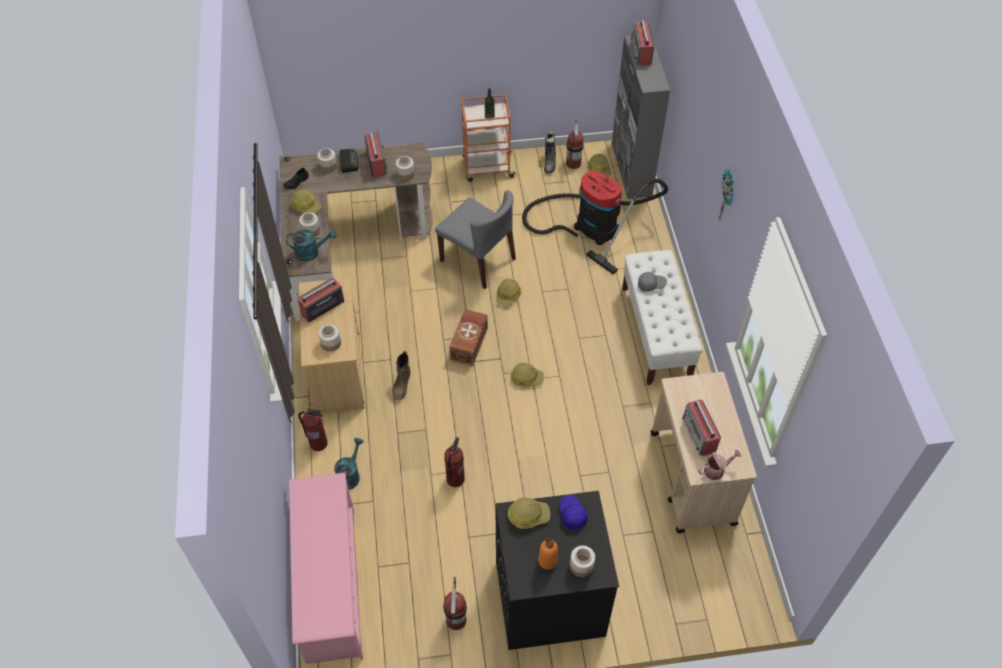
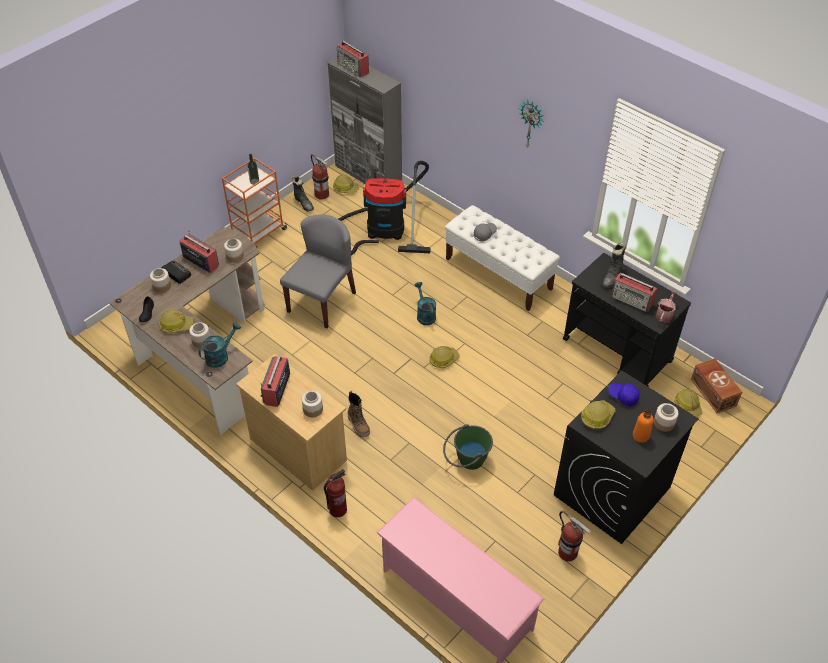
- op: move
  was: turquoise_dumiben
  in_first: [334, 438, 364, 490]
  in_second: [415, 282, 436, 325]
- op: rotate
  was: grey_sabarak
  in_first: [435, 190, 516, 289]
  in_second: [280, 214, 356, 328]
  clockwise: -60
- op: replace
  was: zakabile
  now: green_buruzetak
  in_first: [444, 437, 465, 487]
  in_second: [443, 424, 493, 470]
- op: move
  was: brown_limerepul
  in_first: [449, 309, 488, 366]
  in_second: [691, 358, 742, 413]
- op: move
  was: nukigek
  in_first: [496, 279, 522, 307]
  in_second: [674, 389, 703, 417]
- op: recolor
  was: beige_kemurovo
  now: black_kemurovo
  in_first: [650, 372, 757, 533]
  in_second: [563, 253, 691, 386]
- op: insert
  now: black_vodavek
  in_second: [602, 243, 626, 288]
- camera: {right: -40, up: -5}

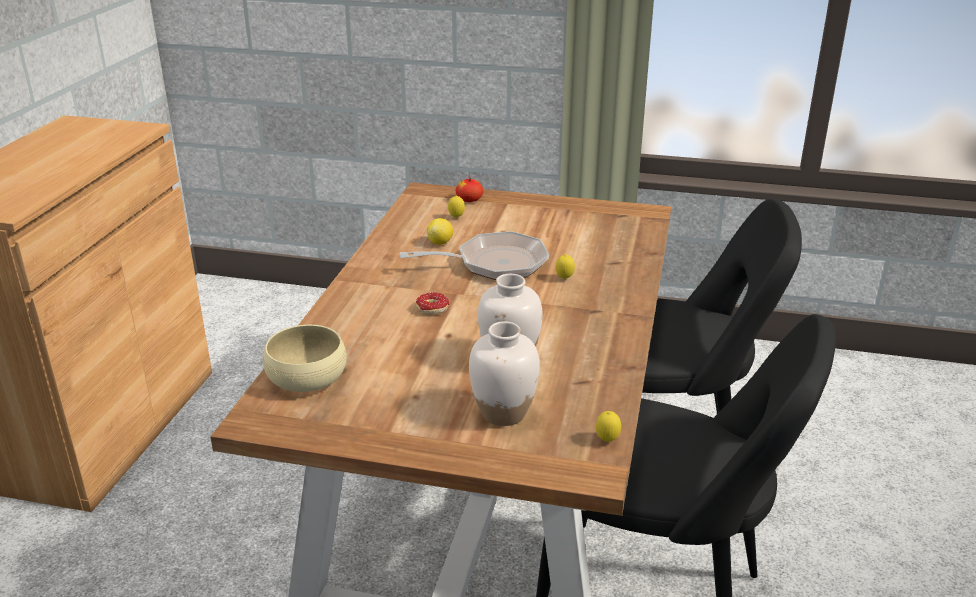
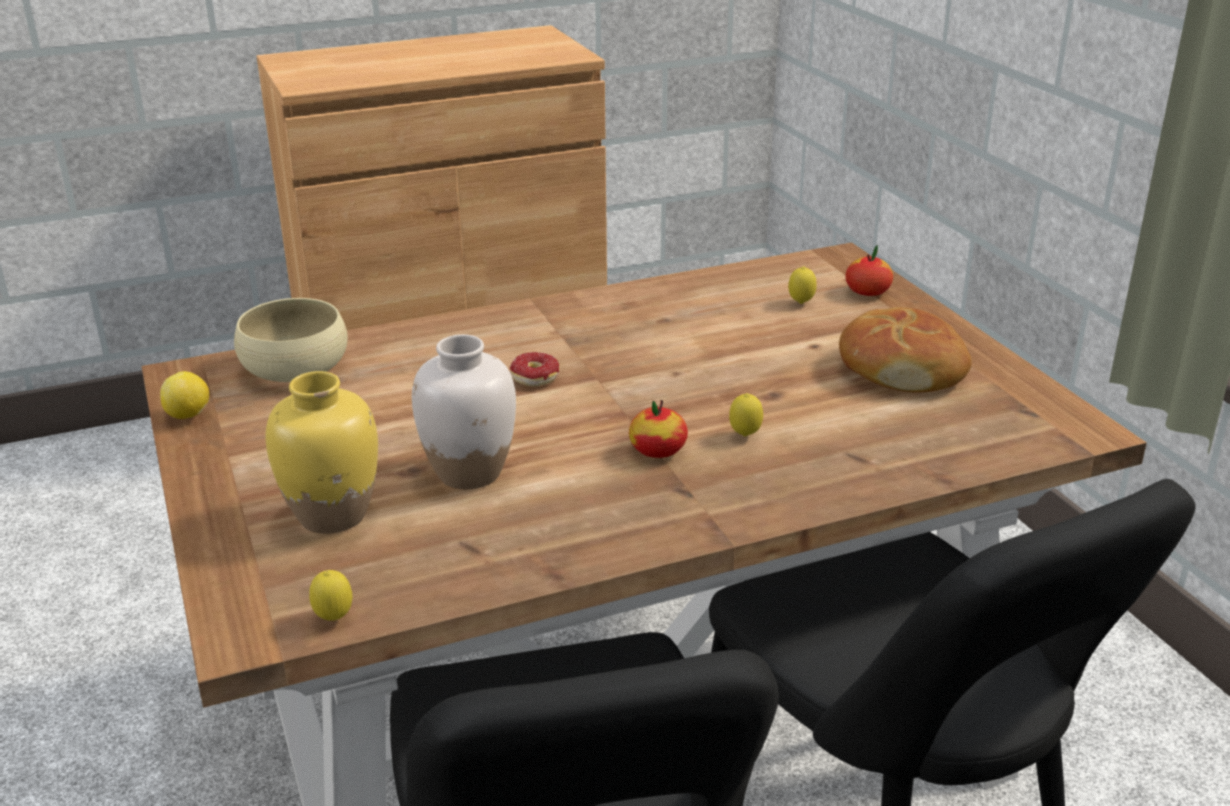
- op: delete
  was: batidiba
  in_first: [399, 231, 549, 280]
- op: move
  was: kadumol
  in_first: [427, 218, 453, 245]
  in_second: [160, 371, 209, 419]
- op: recolor
  was: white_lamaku
  now: yellow_lamaku
  in_first: [469, 321, 540, 426]
  in_second: [266, 371, 378, 534]
- op: insert
  now: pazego
  in_second: [629, 400, 688, 458]
- op: insert
  now: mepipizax
  in_second: [839, 307, 972, 393]
- camera: {right: 55, up: 0}

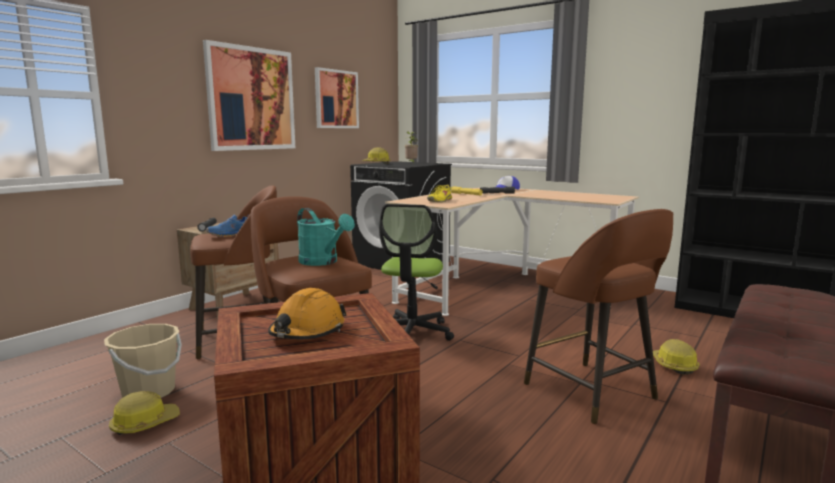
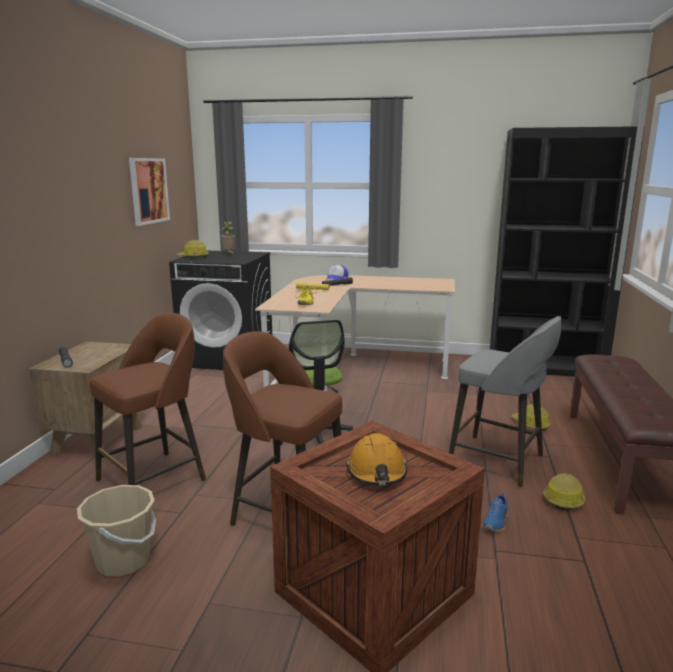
- op: move
  was: nukigek
  in_first: [109, 391, 180, 435]
  in_second: [543, 473, 585, 510]
- op: delete
  was: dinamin
  in_first: [203, 40, 295, 151]
- op: move
  was: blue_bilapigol
  in_first: [206, 215, 249, 237]
  in_second: [483, 491, 508, 532]
- op: delete
  was: turquoise_dumiben
  in_first: [297, 208, 355, 266]
- op: recolor
  was: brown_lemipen
  now: grey_lemipen
  in_first: [524, 209, 674, 424]
  in_second: [449, 316, 562, 487]
- camera: {right: -25, up: 5}

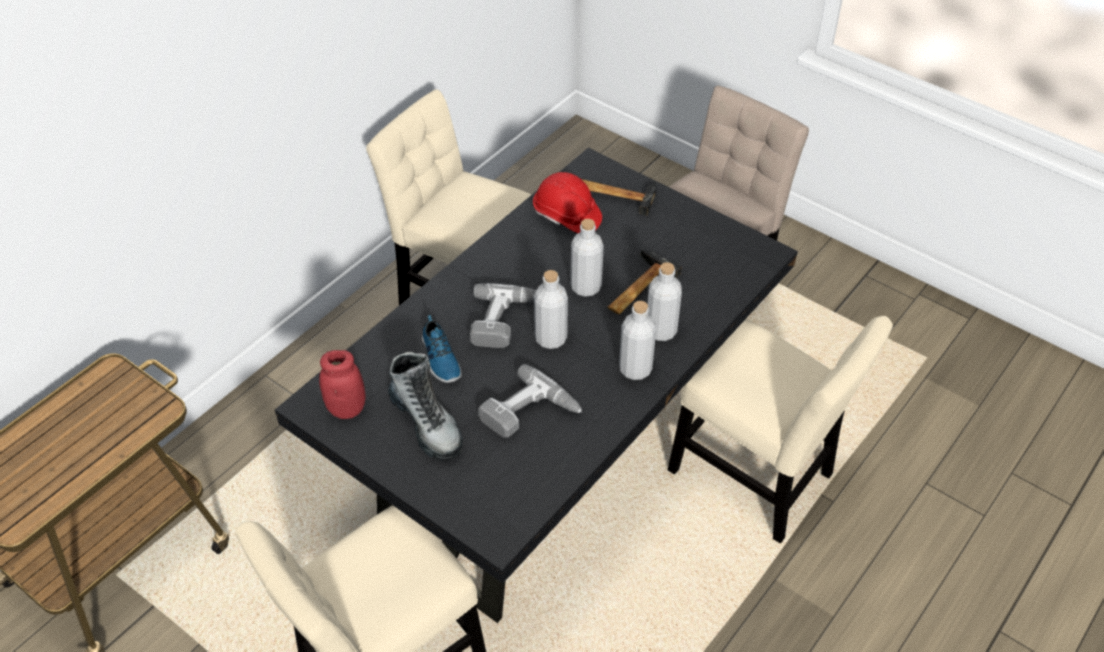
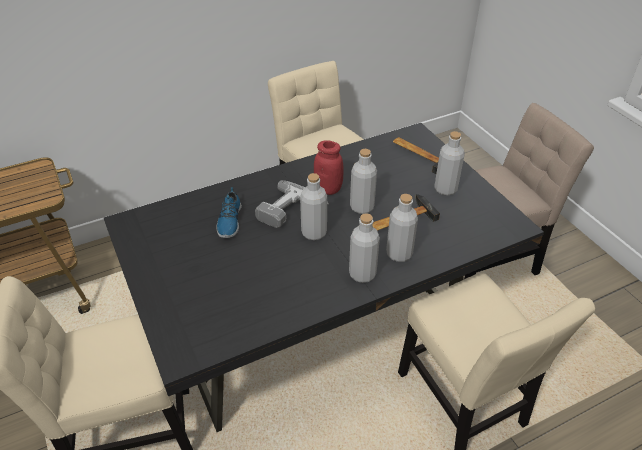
- op: move
  was: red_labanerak
  in_first: [319, 350, 366, 419]
  in_second: [314, 140, 344, 195]
- op: delete
  was: vodavek
  in_first: [388, 352, 463, 461]
- op: delete
  was: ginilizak
  in_first: [478, 364, 582, 438]
- op: delete
  was: red_nukigek
  in_first: [533, 172, 602, 233]
- op: insert
  now: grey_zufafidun
  in_second: [434, 131, 465, 196]
- camera: {right: 25, up: -5}

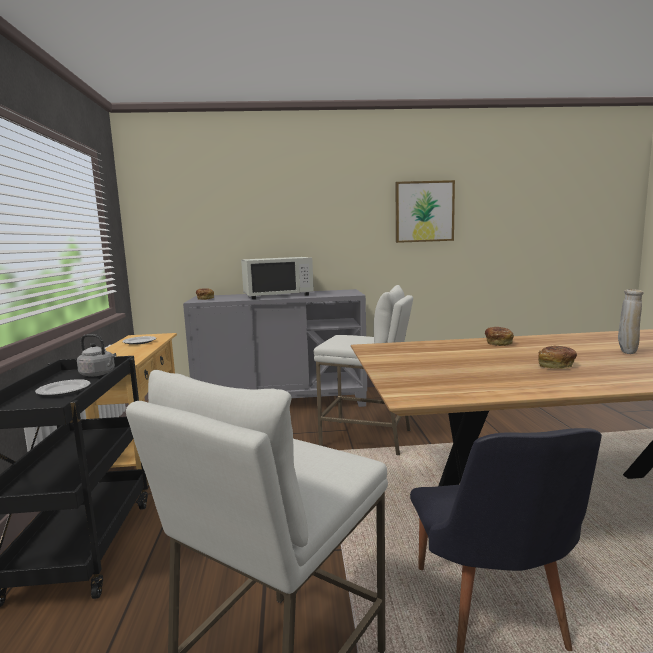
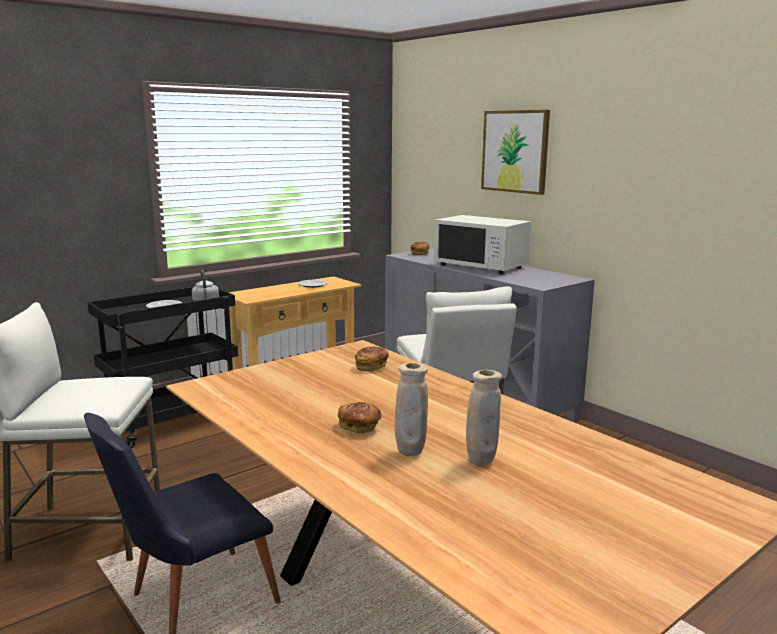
- op: move
  was: dinamin
  in_first: [395, 180, 455, 243]
  in_second: [481, 110, 550, 195]
- op: move
  was: mepipizax
  in_first: [485, 327, 514, 346]
  in_second: [355, 346, 389, 371]
- op: insert
  now: beige_lamaku
  in_second: [395, 363, 428, 456]
- camera: {right: 55, up: 5}

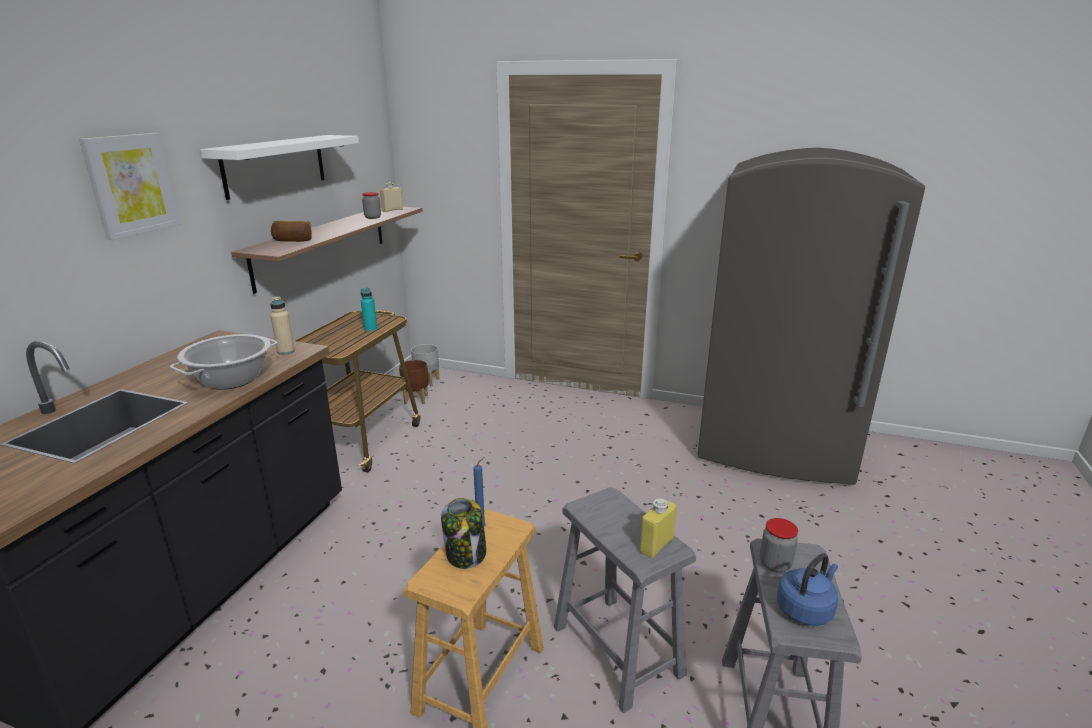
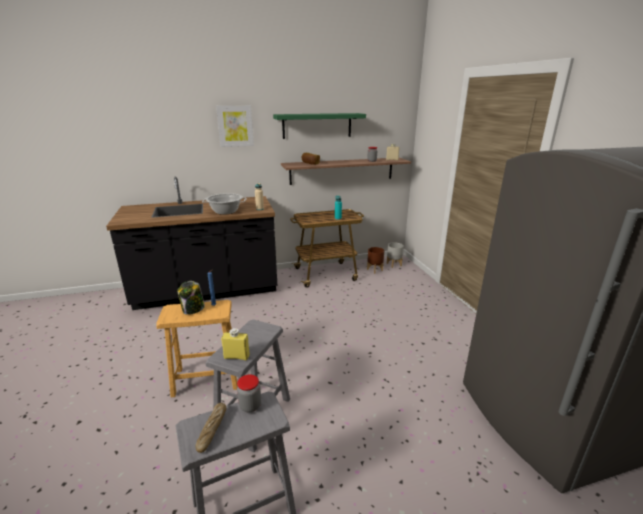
- op: recolor
  was: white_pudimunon
  now: green_pudimunon
  in_first: [201, 135, 359, 200]
  in_second: [273, 113, 366, 139]
- op: replace
  was: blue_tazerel
  now: mepipizax
  in_first: [777, 553, 838, 626]
  in_second: [196, 403, 226, 453]
- camera: {right: 55, up: 0}

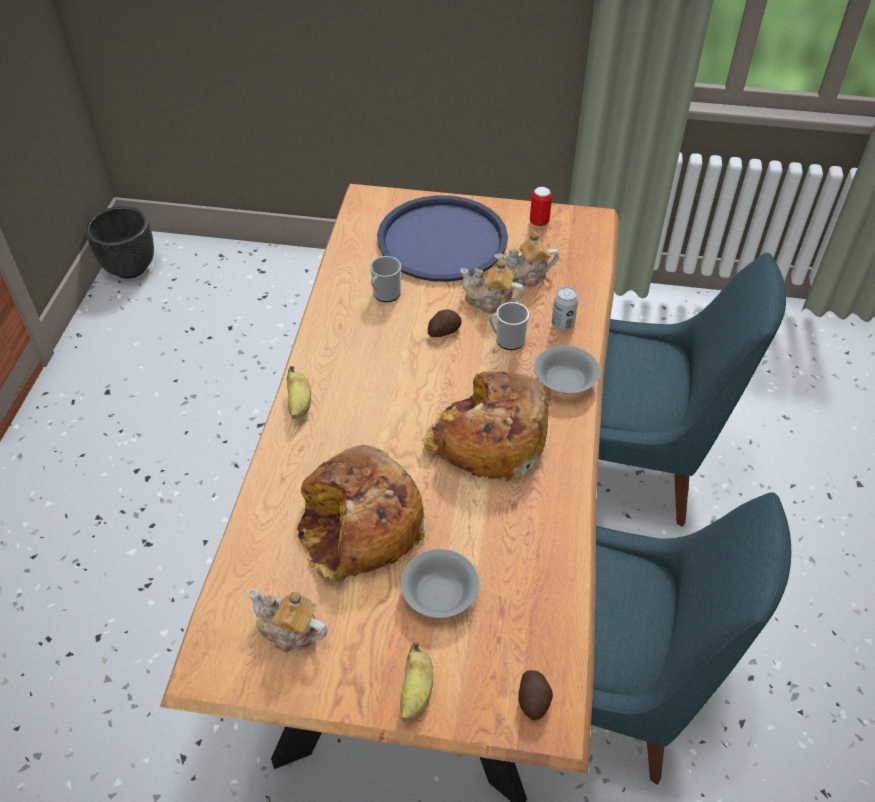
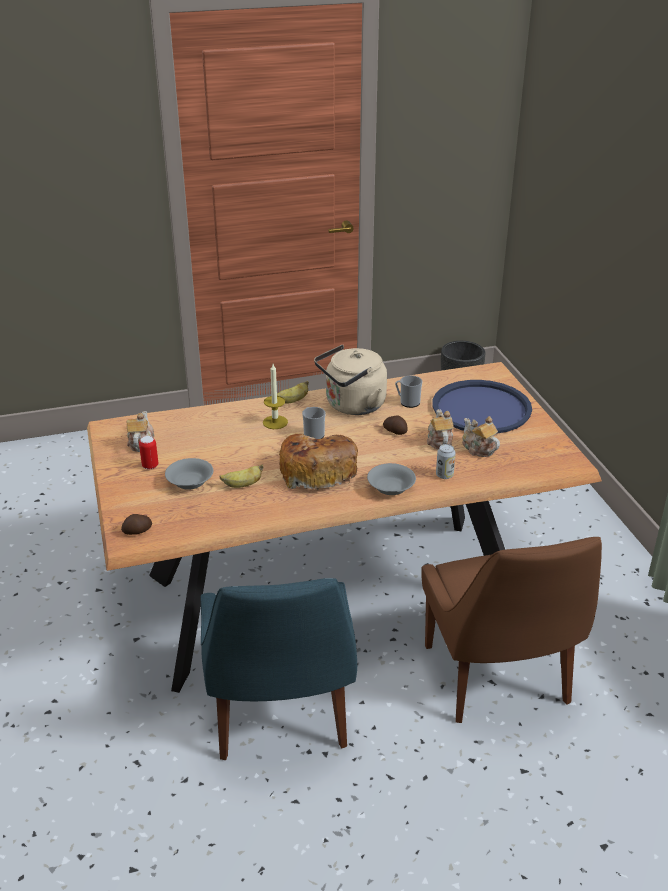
- op: delete
  was: mepipizax
  in_first: [296, 445, 425, 582]
- op: move
  was: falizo
  in_first: [400, 643, 433, 721]
  in_second: [220, 464, 264, 488]
- op: move
  was: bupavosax
  in_first: [489, 302, 529, 350]
  in_second: [302, 407, 326, 439]
- op: move
  was: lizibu
  in_first: [530, 187, 552, 227]
  in_second: [139, 436, 158, 469]
- op: recolor
  was: blue_sabarak
  now: brown_sabarak
  in_first: [599, 253, 786, 527]
  in_second: [421, 537, 602, 723]
- op: insert
  now: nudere
  in_second: [263, 364, 288, 429]
- op: insert
  now: beige_tazerel
  in_second: [314, 345, 387, 415]
- camera: {right: 65, up: -15}

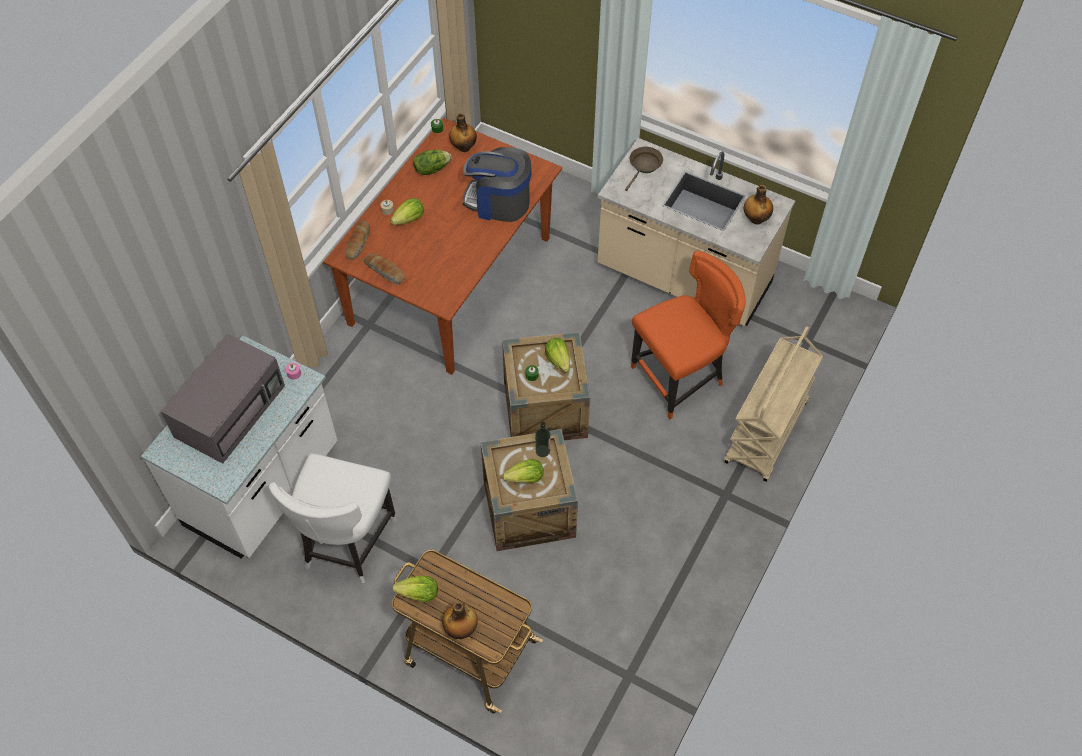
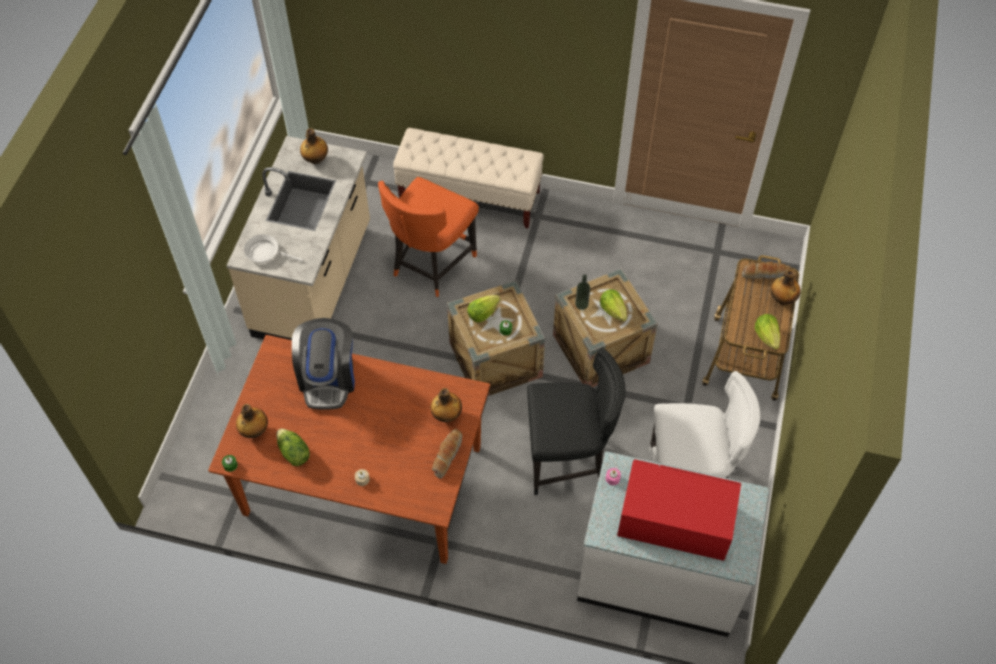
- op: recolor
  was: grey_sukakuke
  now: red_sukakuke
  in_first: [161, 334, 285, 463]
  in_second: [617, 459, 741, 561]
- op: move
  was: mepipizax
  in_first: [346, 220, 370, 260]
  in_second: [742, 262, 791, 279]
- op: delete
  was: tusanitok
  in_first: [390, 198, 424, 225]
- op: recolor
  was: brown_batidiba
  now: white_batidiba
  in_first: [625, 147, 663, 191]
  in_second: [244, 234, 303, 263]
- op: rotate
  was: orange_sabarak
  in_first: [631, 251, 746, 419]
  in_second: [378, 177, 479, 297]
  clockwise: -105
- op: replace
  was: beige_kemurovo
  now: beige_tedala
  in_first: [724, 326, 823, 482]
  in_second: [393, 128, 544, 228]
- op: insert
  now: zufafidun
  in_second: [431, 388, 462, 422]
- op: insert
  now: black_sabarak
  in_second: [527, 348, 626, 495]
- camera: {right: -105, up: 0}

